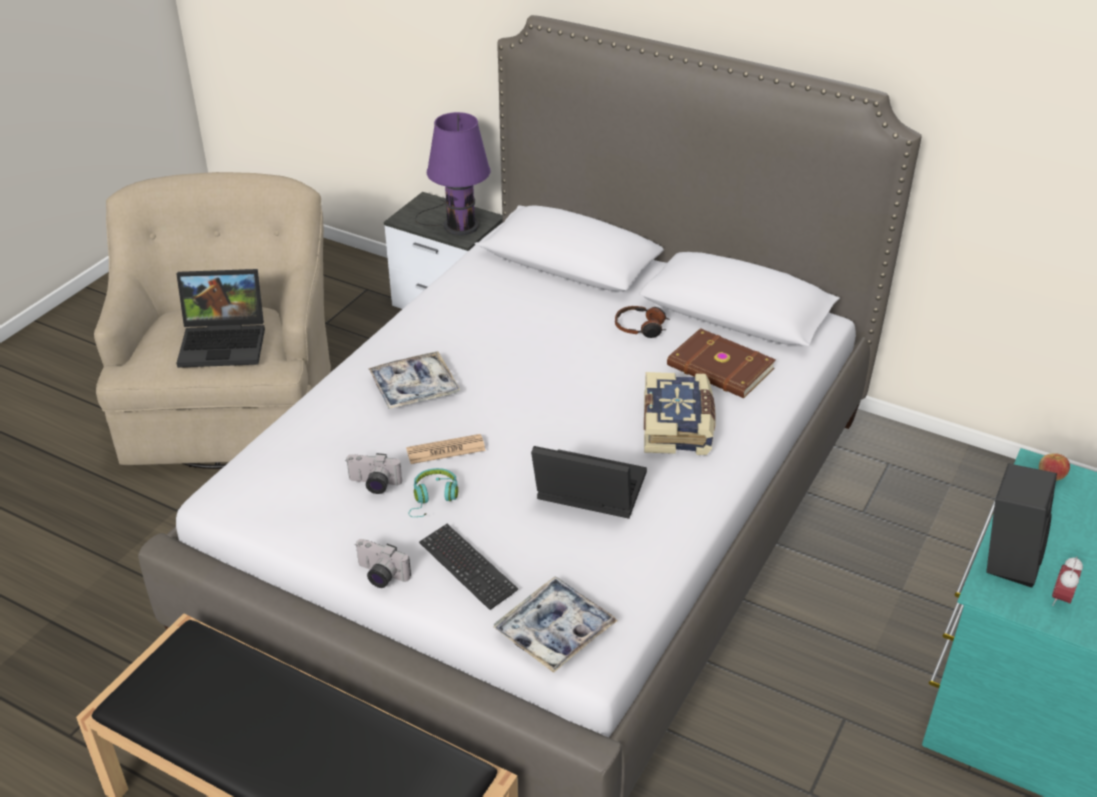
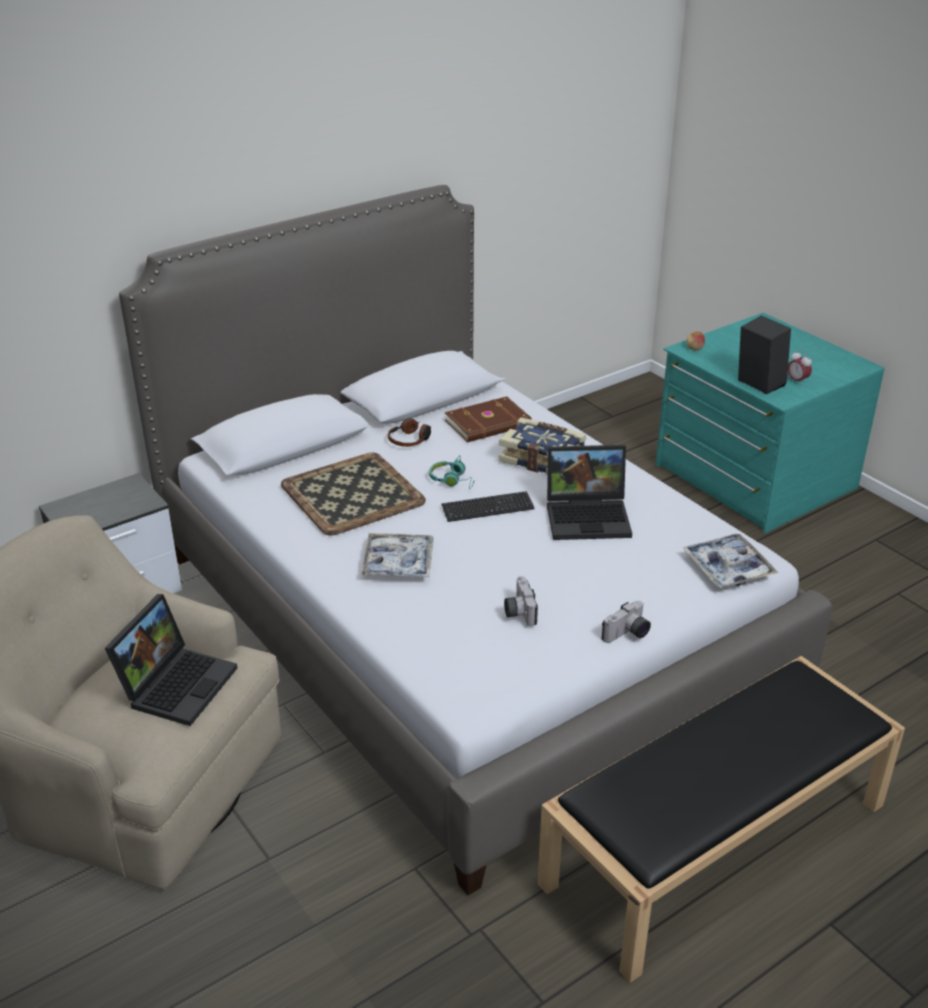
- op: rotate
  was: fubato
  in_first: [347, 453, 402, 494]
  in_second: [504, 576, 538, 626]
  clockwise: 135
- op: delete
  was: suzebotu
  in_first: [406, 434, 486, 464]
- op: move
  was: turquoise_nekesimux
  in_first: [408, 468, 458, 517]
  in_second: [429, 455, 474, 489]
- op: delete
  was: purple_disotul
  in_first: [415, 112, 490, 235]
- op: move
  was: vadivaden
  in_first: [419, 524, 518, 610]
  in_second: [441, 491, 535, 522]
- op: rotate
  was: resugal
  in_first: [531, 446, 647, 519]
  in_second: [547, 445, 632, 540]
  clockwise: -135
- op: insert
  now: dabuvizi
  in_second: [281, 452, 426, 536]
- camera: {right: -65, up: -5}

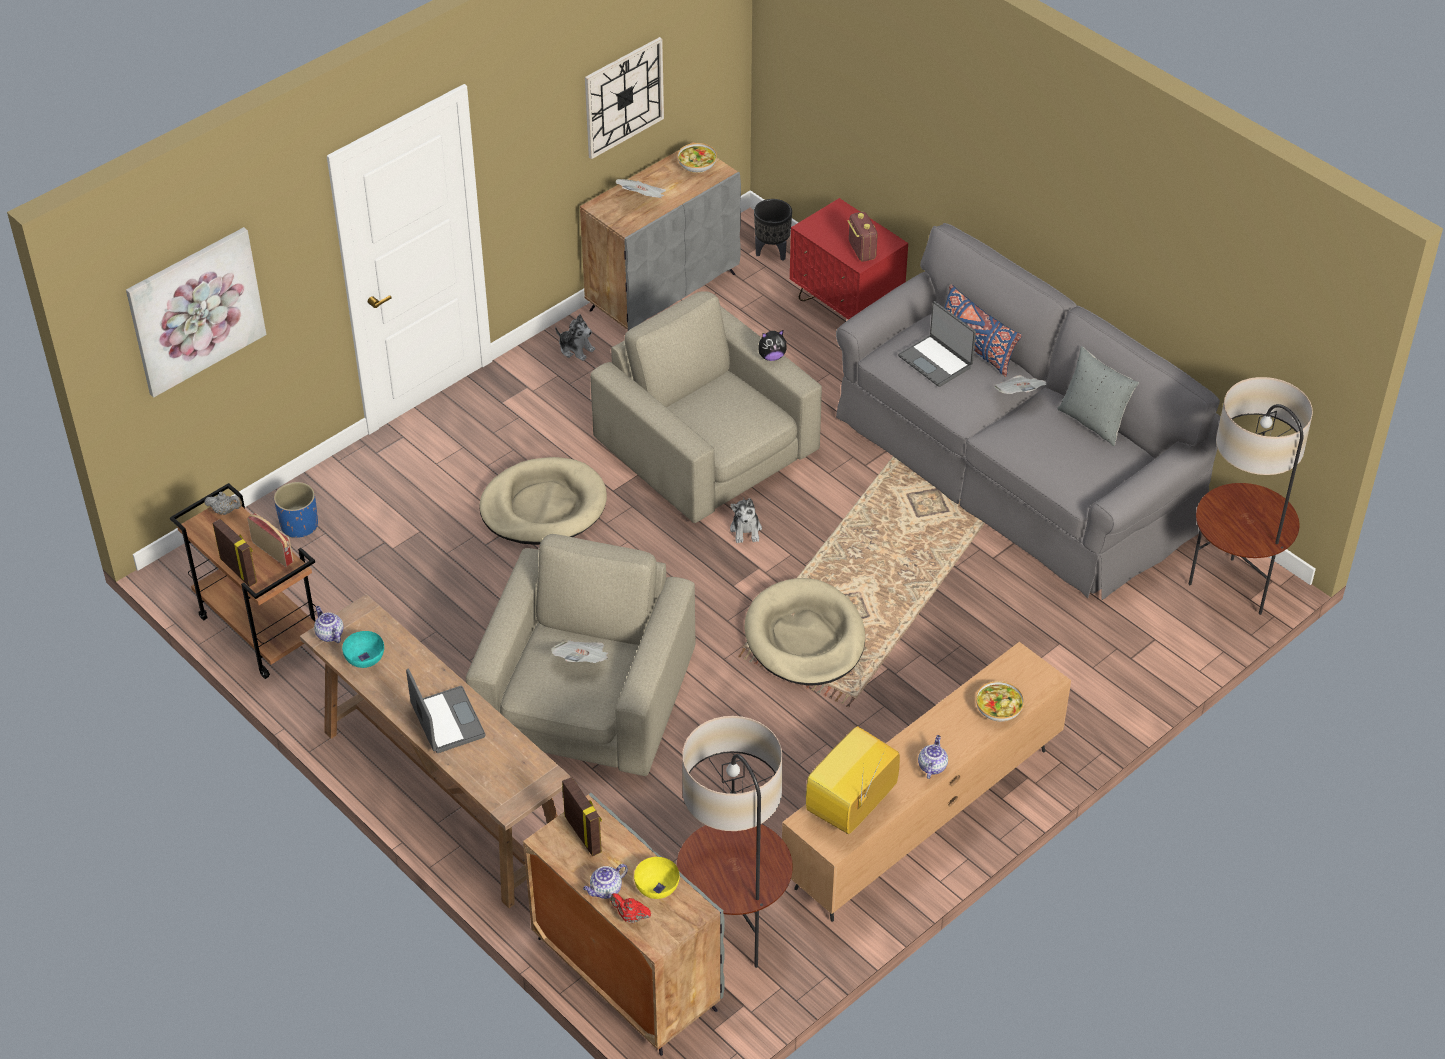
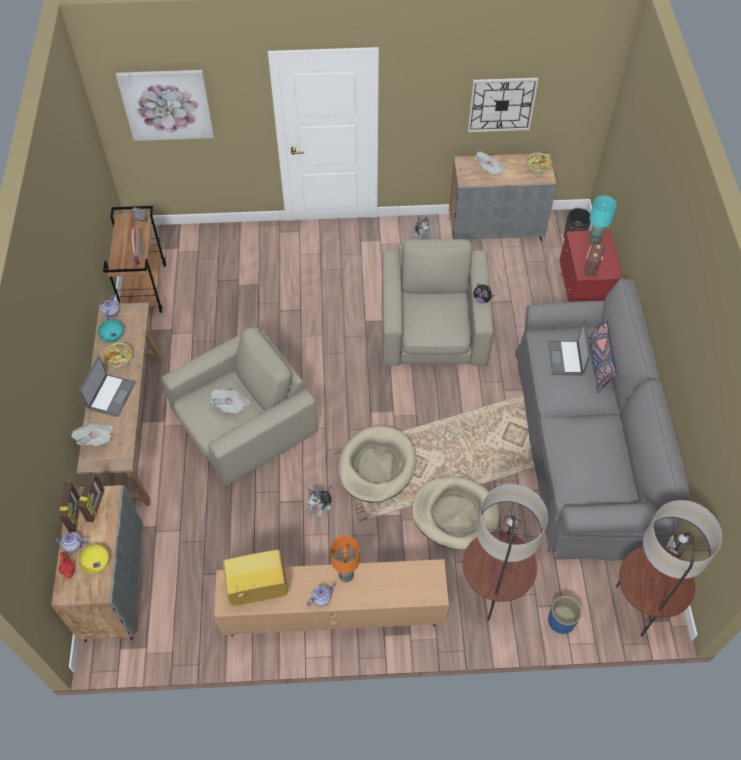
- op: move
  was: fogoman
  in_first: [213, 519, 257, 587]
  in_second: [59, 482, 80, 532]
- op: move
  was: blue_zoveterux
  in_first: [274, 482, 318, 538]
  in_second: [548, 596, 582, 634]
- op: move
  was: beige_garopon
  in_first: [479, 457, 607, 545]
  in_second: [411, 476, 500, 550]
- op: move
  was: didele
  in_first: [677, 716, 793, 968]
  in_second: [463, 484, 548, 621]
- op: move
  was: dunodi
  in_first: [730, 498, 762, 543]
  in_second: [307, 486, 332, 517]
- op: move
  was: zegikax
  in_first: [976, 681, 1024, 722]
  in_second: [103, 342, 132, 368]
- op: move
  was: suzebotu
  in_first: [995, 375, 1046, 394]
  in_second: [72, 423, 113, 446]
- op: delete
  was: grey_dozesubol
  in_first: [1057, 346, 1139, 446]
- op: insert
  now: orange_disotul
  in_second: [330, 536, 360, 582]
- op: insert
  now: turquoise_disotul
  in_second: [589, 196, 617, 244]
- camera: {right: 40, up: 10}

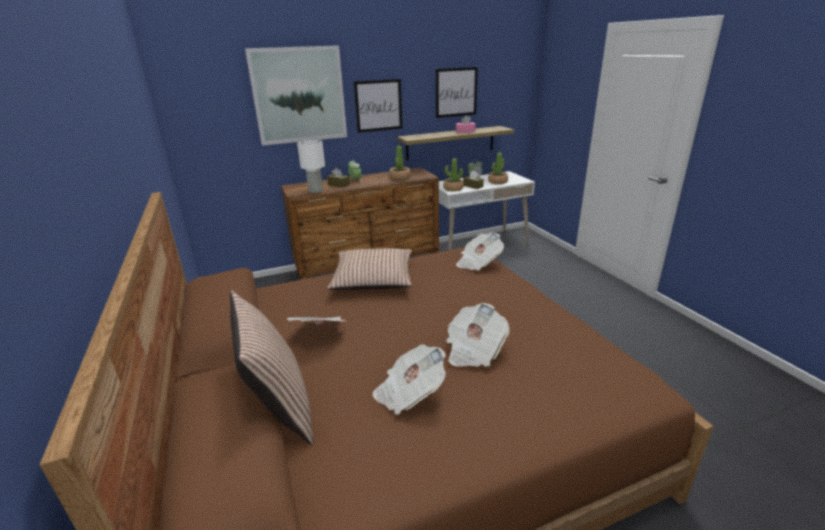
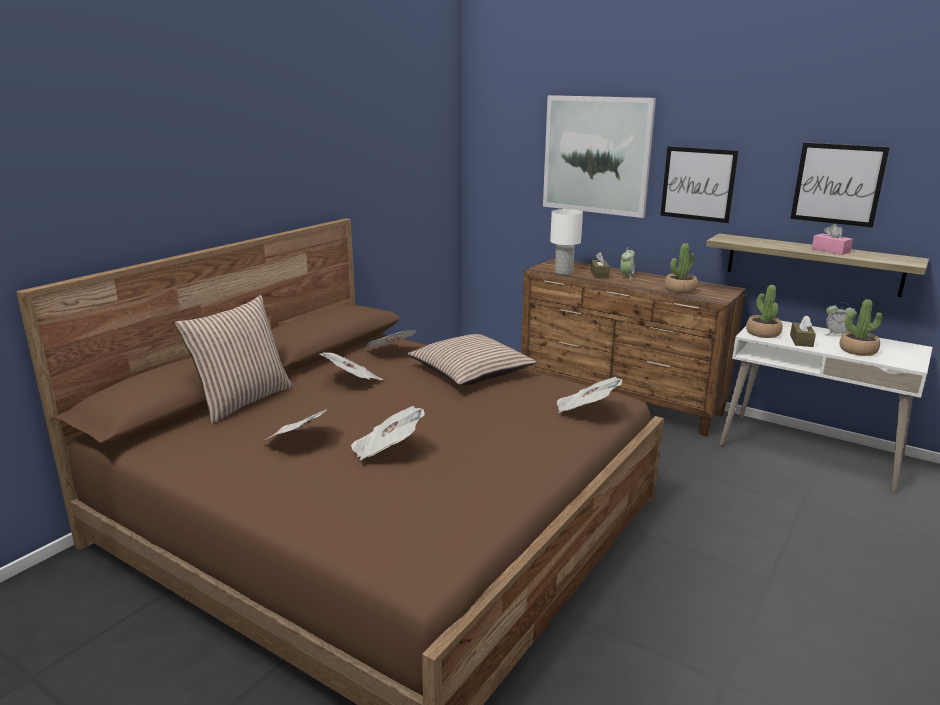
- op: insert
  now: suzebotu
  in_second: [365, 330, 417, 348]
- camera: {right: 55, up: -5}

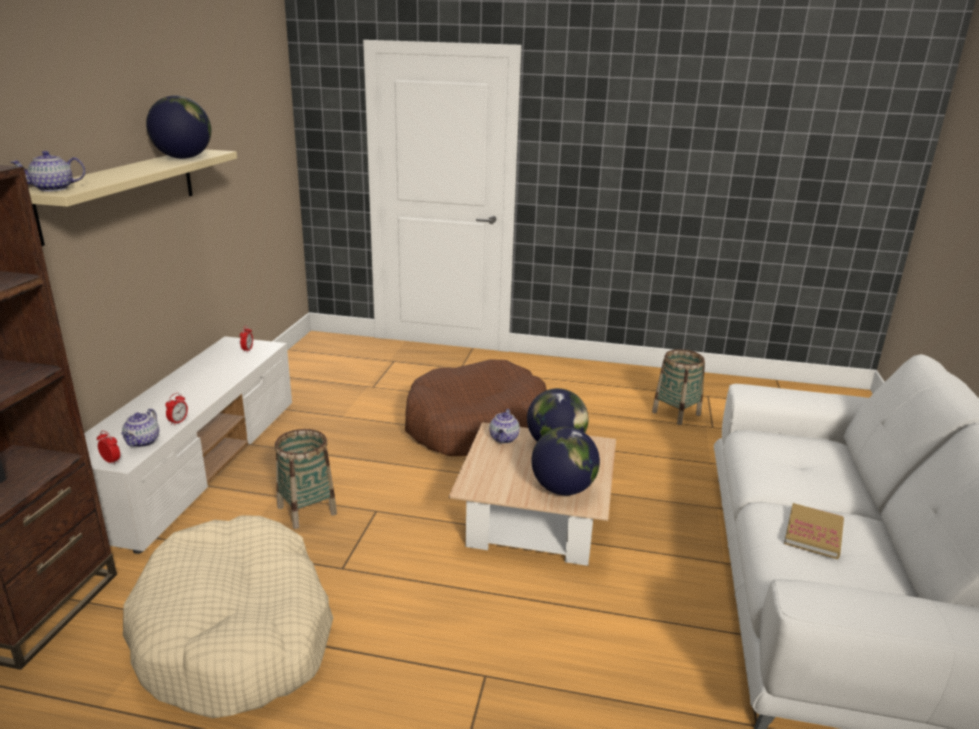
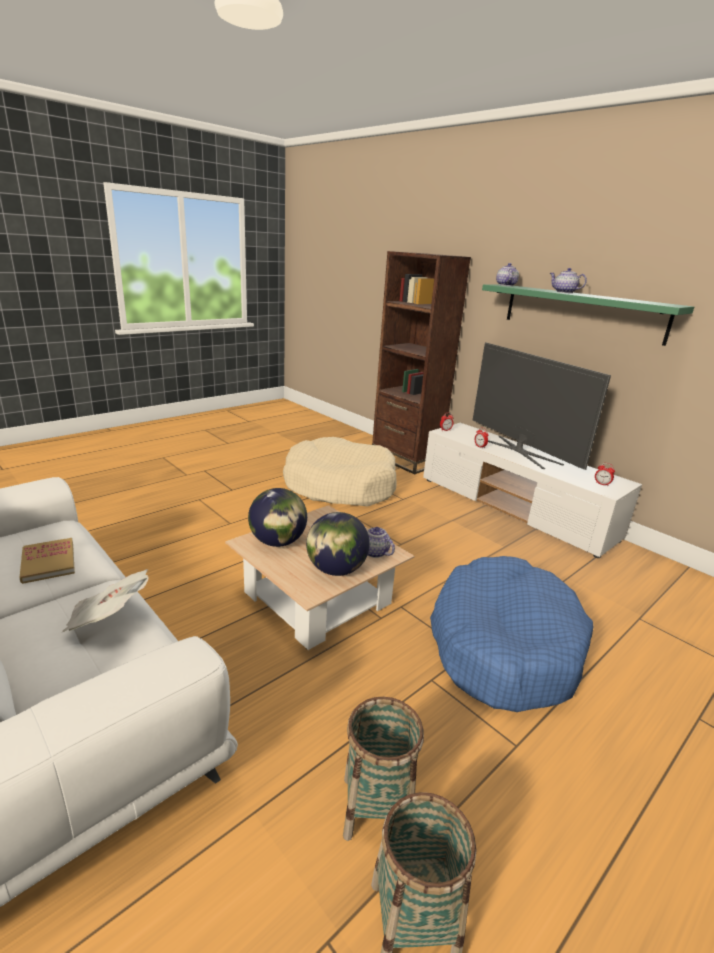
- op: recolor
  was: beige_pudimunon
  now: green_pudimunon
  in_first: [29, 149, 237, 246]
  in_second: [482, 284, 694, 346]
- op: move
  was: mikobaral
  in_first: [121, 409, 159, 447]
  in_second: [550, 268, 587, 293]
- op: delete
  was: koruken
  in_first: [146, 96, 211, 159]
- op: move
  was: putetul
  in_first: [275, 429, 337, 529]
  in_second: [343, 697, 424, 841]
- op: recolor
  was: brown_garopon
  now: blue_garopon
  in_first: [405, 359, 547, 456]
  in_second: [430, 556, 593, 712]
- op: insert
  now: suzebotu
  in_second: [62, 569, 149, 632]
- op: insert
  now: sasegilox
  in_second: [473, 342, 611, 470]
- camera: {right: 125, up: 0}

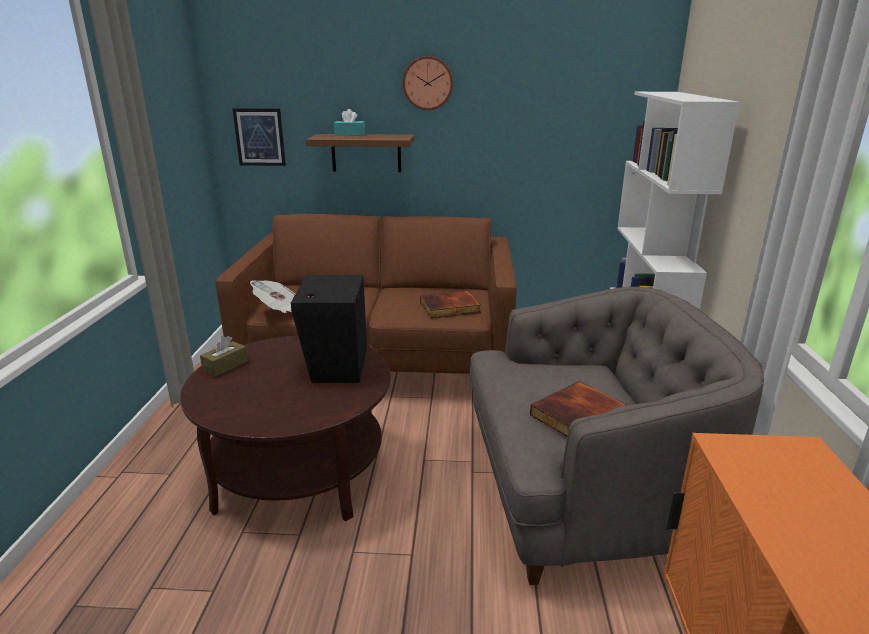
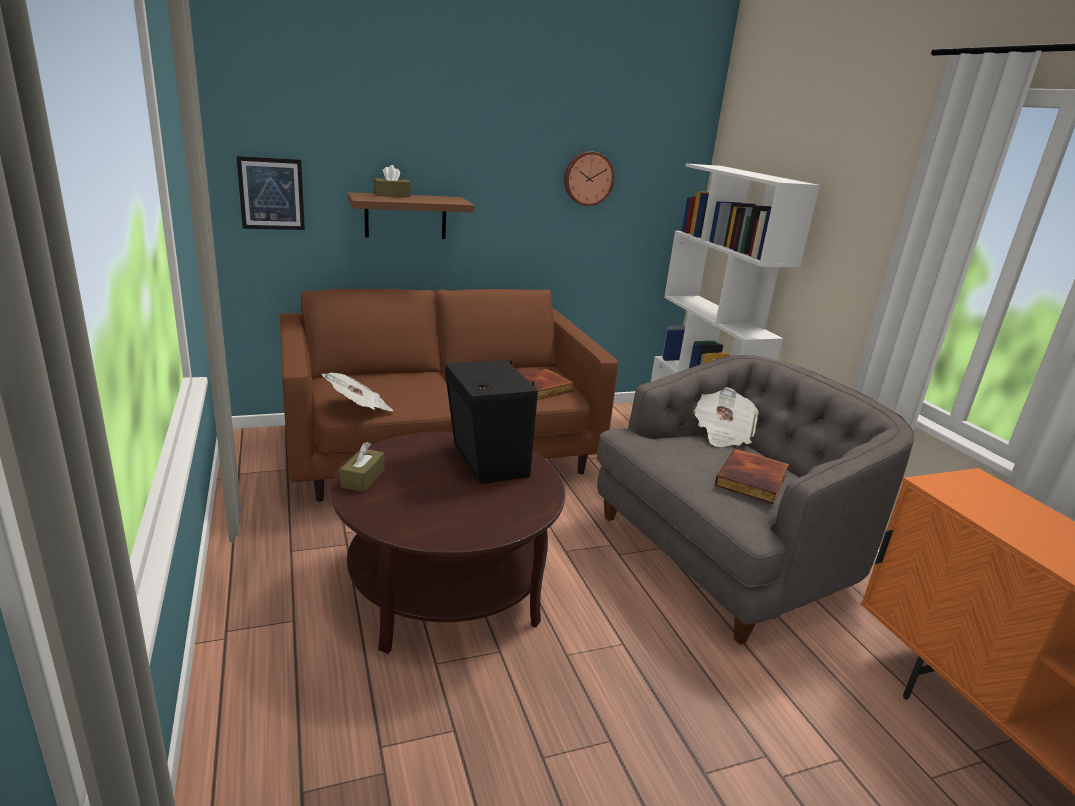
- op: recolor
  was: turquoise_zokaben
  now: brown_zokaben
  in_first: [334, 109, 365, 136]
  in_second: [373, 165, 411, 197]
- op: move
  was: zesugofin
  in_first: [403, 56, 453, 110]
  in_second: [564, 151, 615, 206]
- op: insert
  now: suzebotu
  in_second: [694, 387, 759, 447]
- camera: {right: -25, up: 0}

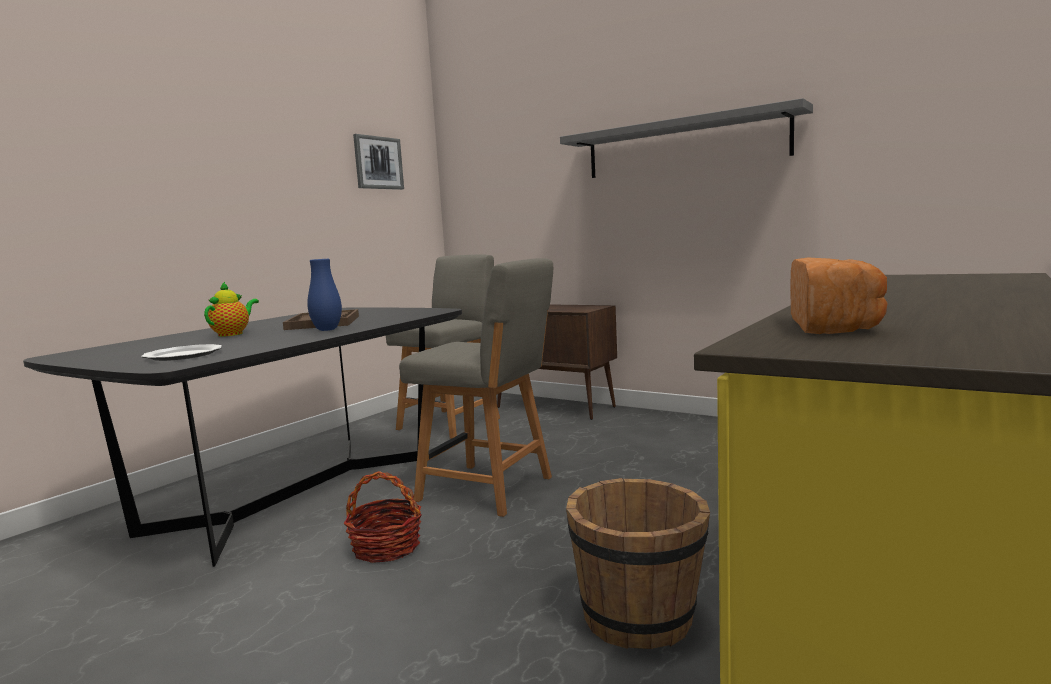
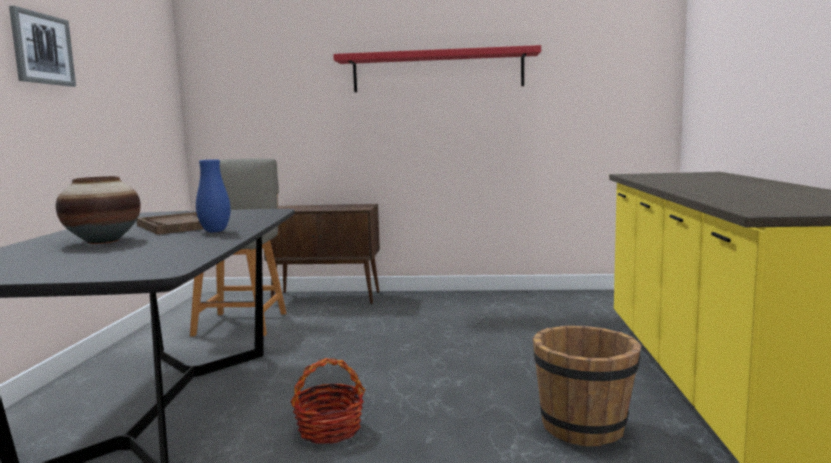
- op: delete
  was: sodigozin
  in_first: [141, 344, 222, 361]
- op: replace
  was: mikobaral
  now: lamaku
  in_first: [204, 282, 259, 337]
  in_second: [56, 176, 141, 244]
- op: move
  was: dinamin
  in_first: [353, 134, 404, 190]
  in_second: [9, 6, 76, 87]
- op: delete
  was: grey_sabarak
  in_first: [399, 258, 553, 517]
- op: recolor
  was: grey_pudimunon
  now: red_pudimunon
  in_first: [560, 98, 813, 178]
  in_second: [333, 45, 541, 92]
- op: delete
  was: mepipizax
  in_first: [790, 258, 888, 334]
- camera: {right: -30, up: 0}

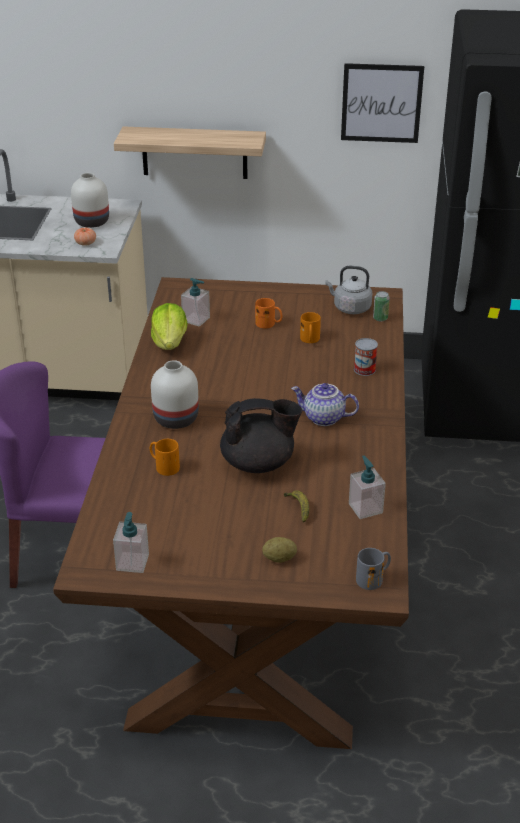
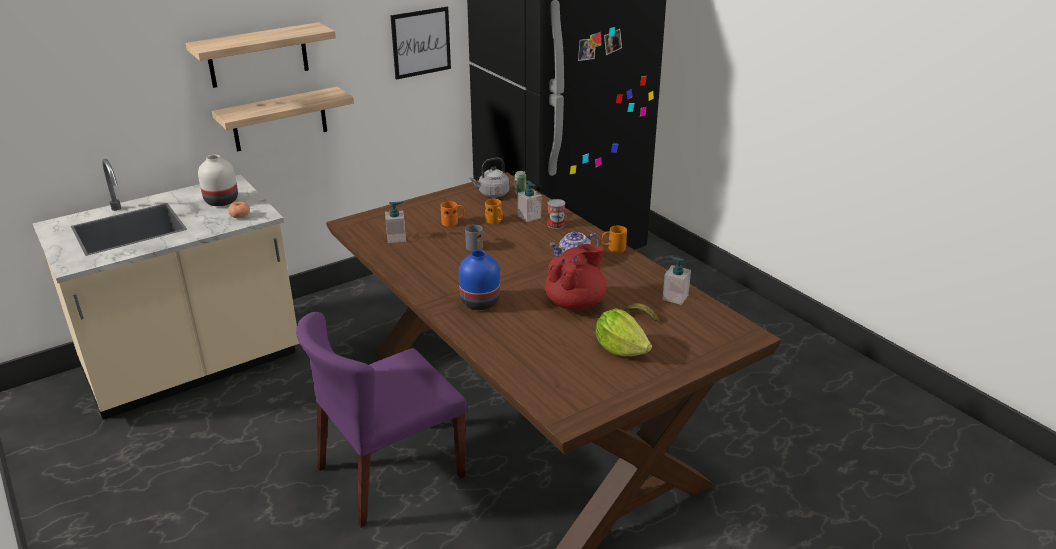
- op: move
  was: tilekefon
  in_first: [113, 512, 149, 573]
  in_second: [518, 181, 541, 222]
- op: move
  was: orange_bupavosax
  in_first: [150, 439, 180, 476]
  in_second: [601, 226, 627, 253]
- op: move
  was: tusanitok
  in_first: [151, 303, 188, 350]
  in_second: [595, 308, 652, 356]
- op: recolor
  was: white_lamaku
  now: blue_lamaku
  in_first: [151, 360, 199, 429]
  in_second: [459, 250, 500, 310]
- op: recolor
  was: black_mikobaral
  now: red_mikobaral
  in_first: [220, 398, 302, 473]
  in_second: [545, 244, 607, 310]
- op: delete
  was: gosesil
  in_first: [262, 537, 297, 563]
- op: move
  was: grey_bupavosax
  in_first: [356, 548, 391, 590]
  in_second: [465, 225, 483, 251]
- op: insert
  now: pudimunon
  in_second: [186, 22, 336, 88]
- camera: {right: -40, up: -5}

